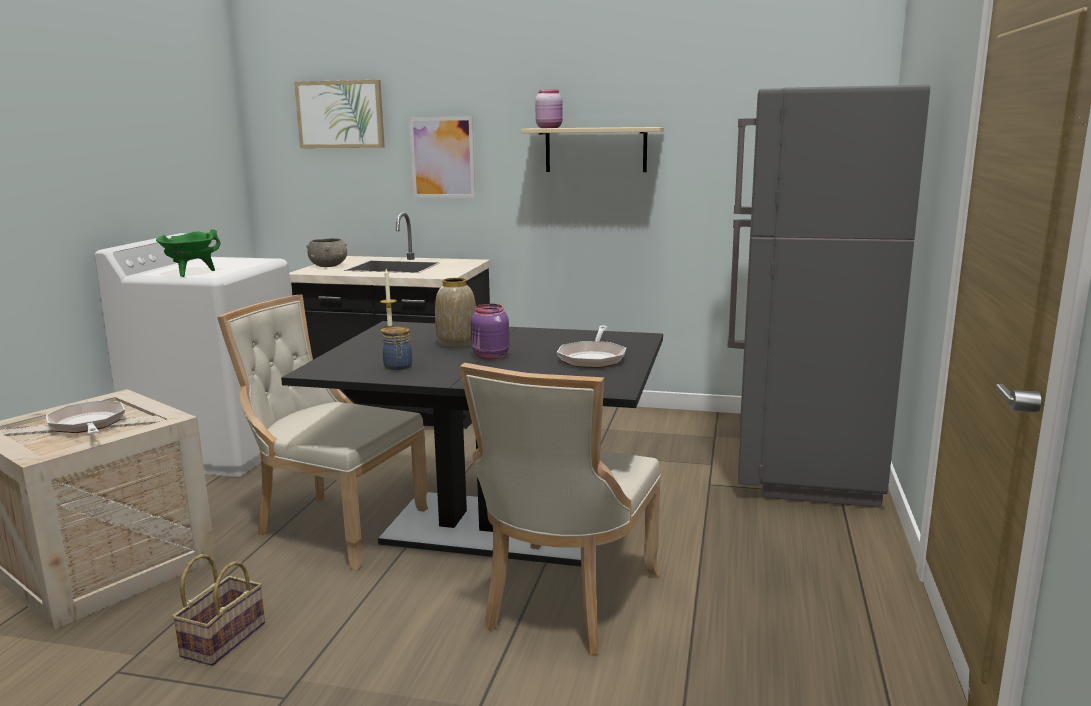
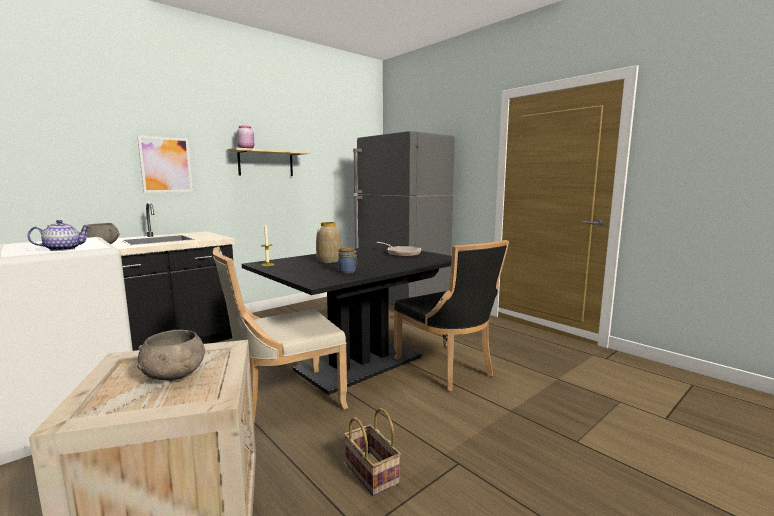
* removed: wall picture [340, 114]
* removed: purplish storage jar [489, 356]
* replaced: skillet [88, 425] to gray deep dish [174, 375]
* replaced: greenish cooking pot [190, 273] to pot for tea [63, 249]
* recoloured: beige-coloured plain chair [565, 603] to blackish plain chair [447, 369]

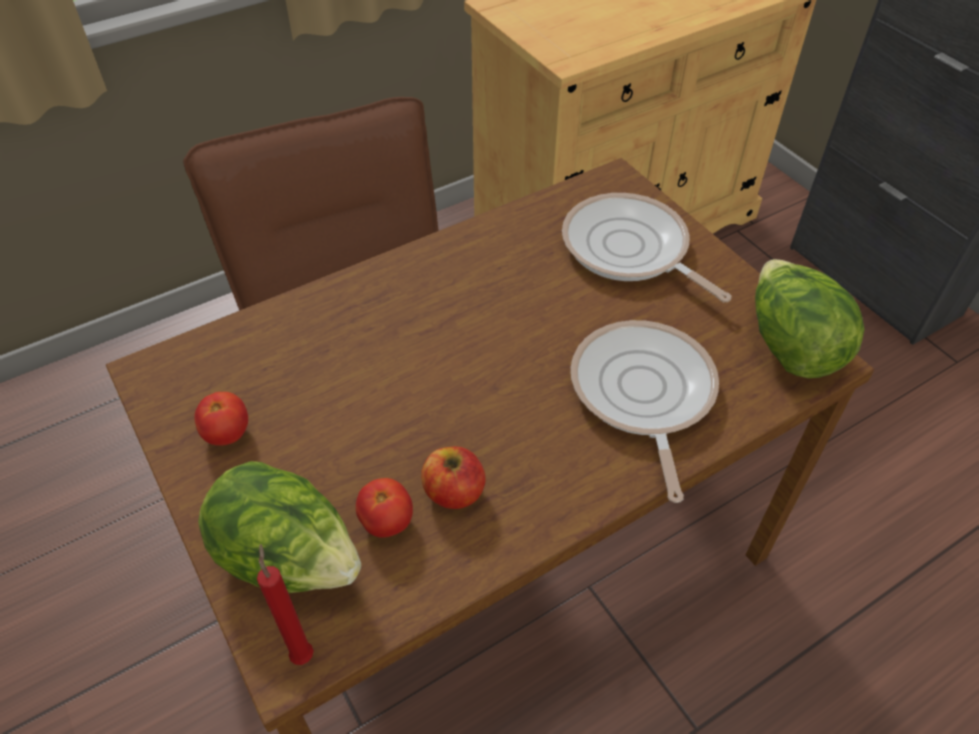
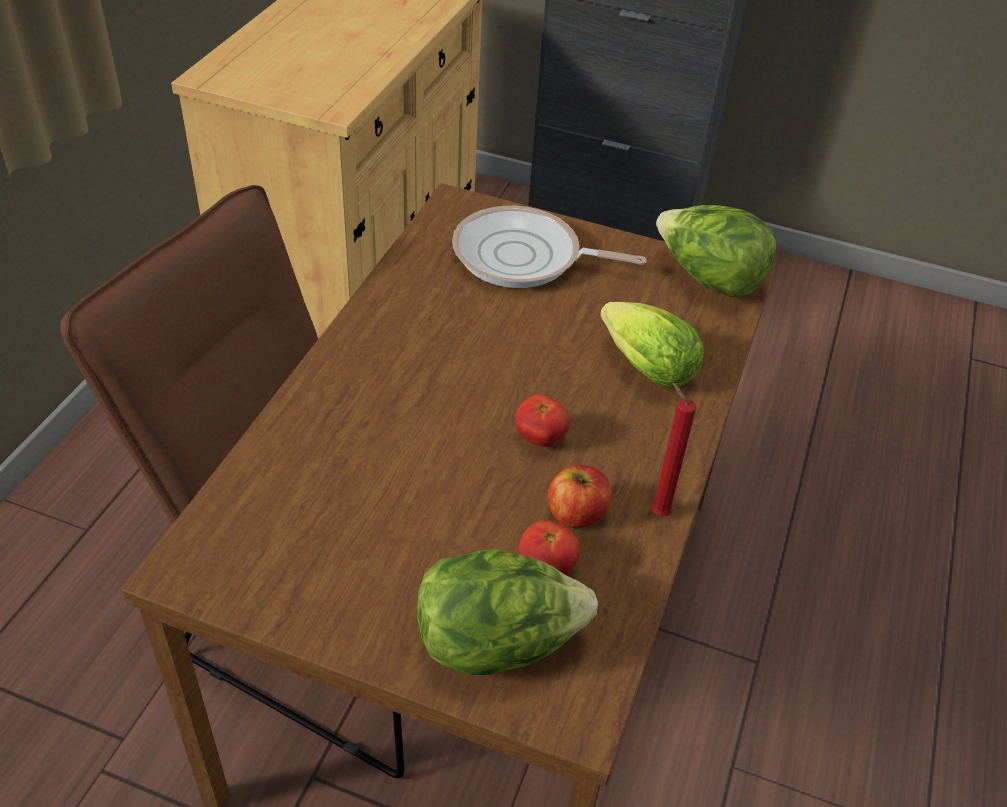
* moved: tomato [227, 433] to [540, 438]
* moved: red-coloured wax candle [302, 653] to [657, 511]
* replaced: skillet [642, 394] to lettuce [642, 365]

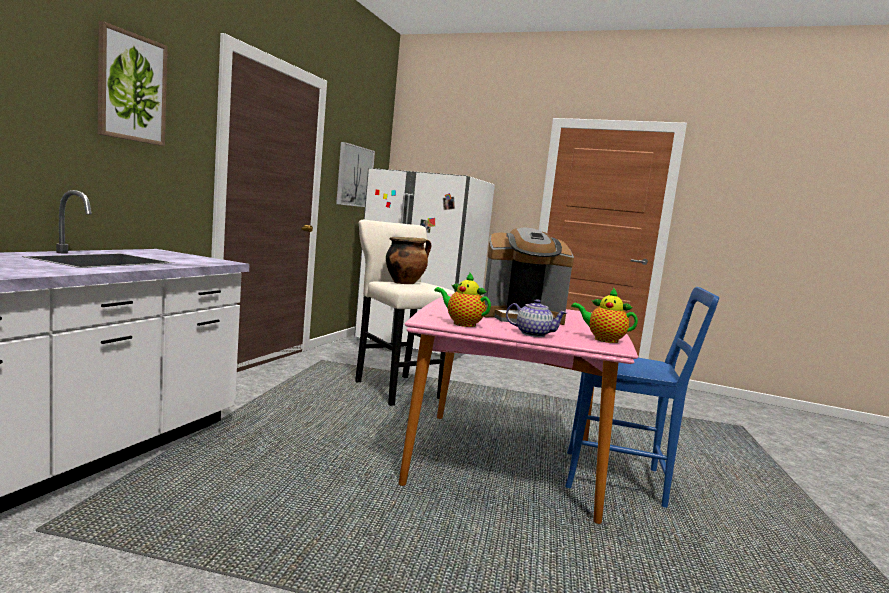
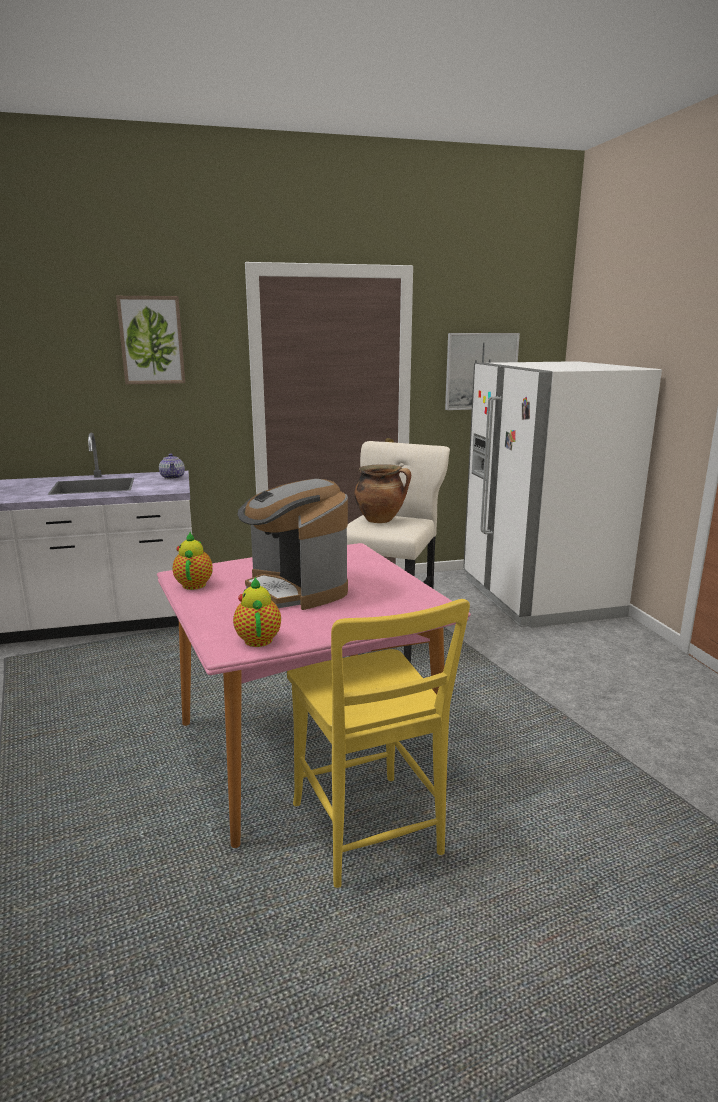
* moved: pot for tea [533, 334] to [173, 477]
* recoloured: bluish plain chair [620, 480] to yellowish plain chair [369, 834]

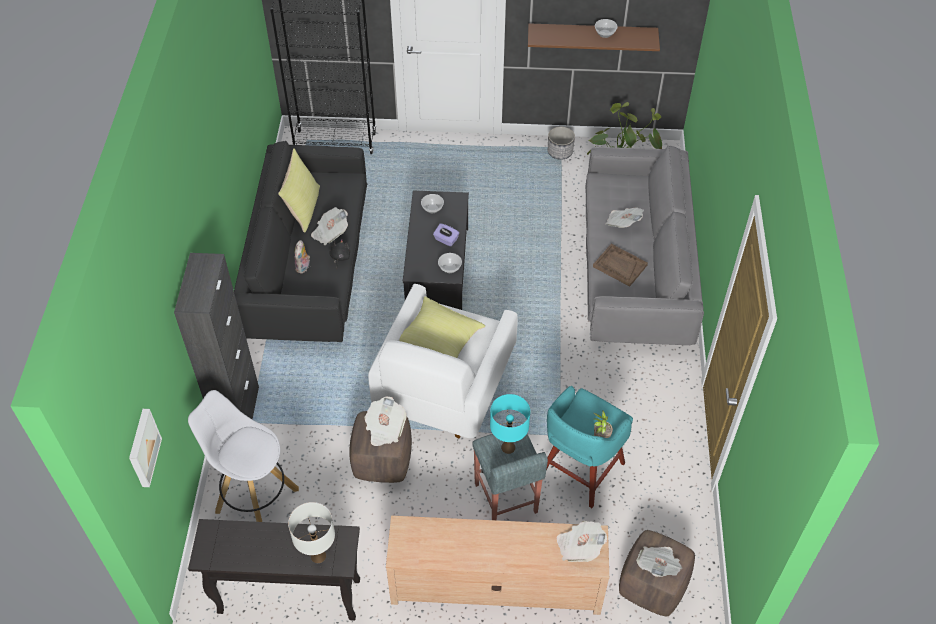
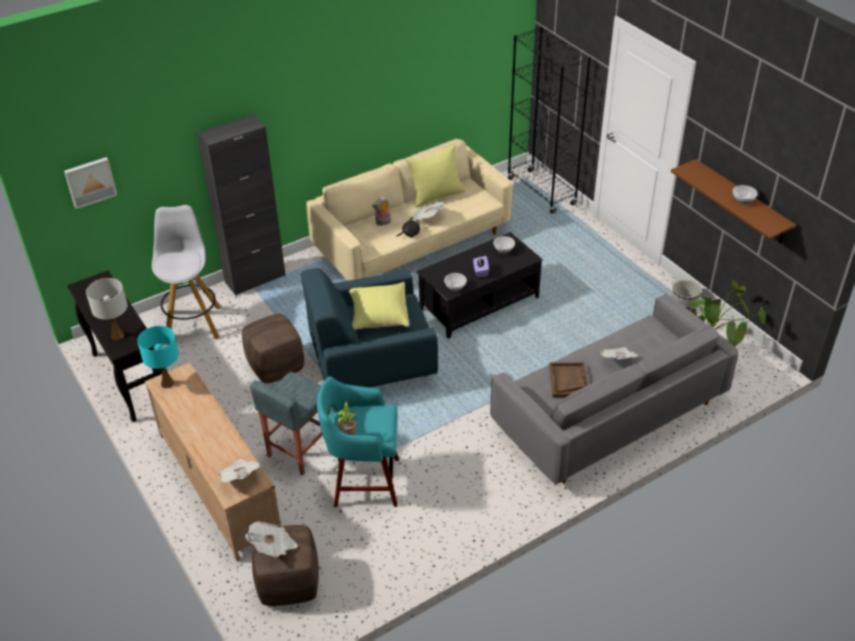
* removed: daily paper [385, 428]
* moved: turquoise-coloured lamp for a table [508, 447] to [167, 383]
* recoloured: blackish settee [309, 267] to beige-coloured settee [412, 242]
* recoloured: whitish armchair [444, 388] to bluish armchair [371, 364]

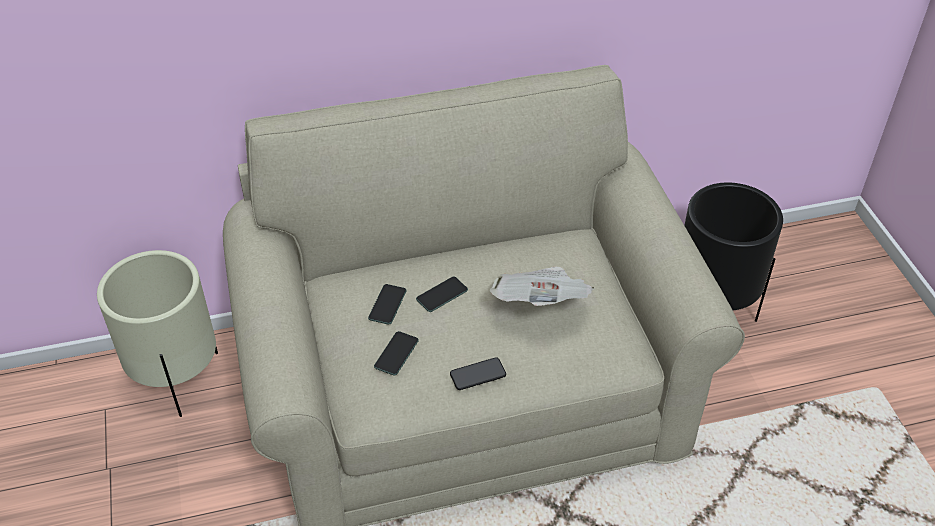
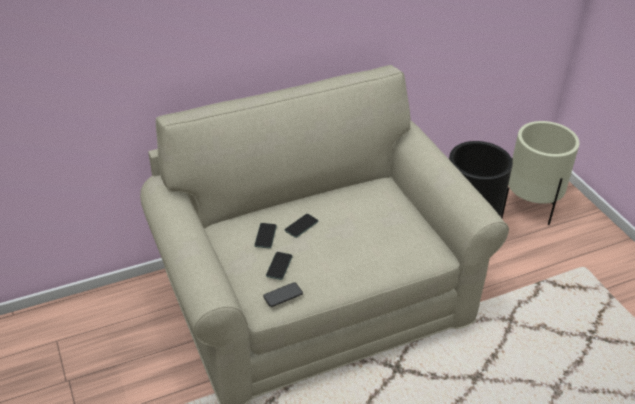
* removed: daily paper [540, 304]
* moved: beige-coloured planter [178, 378] to [531, 206]
* moved: telephone [478, 374] to [283, 295]

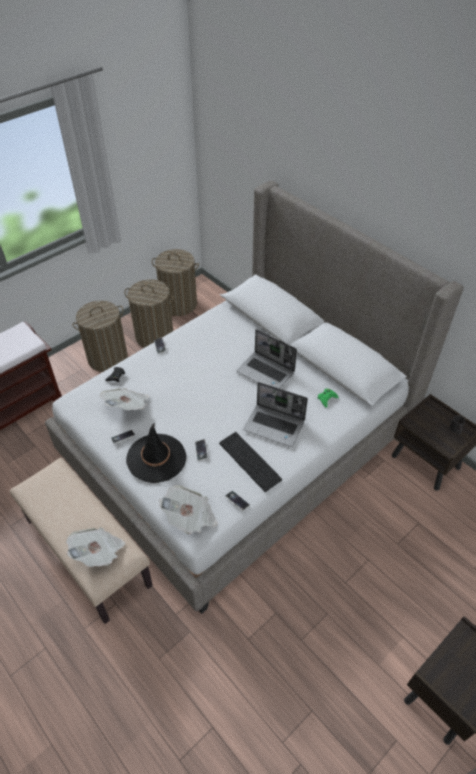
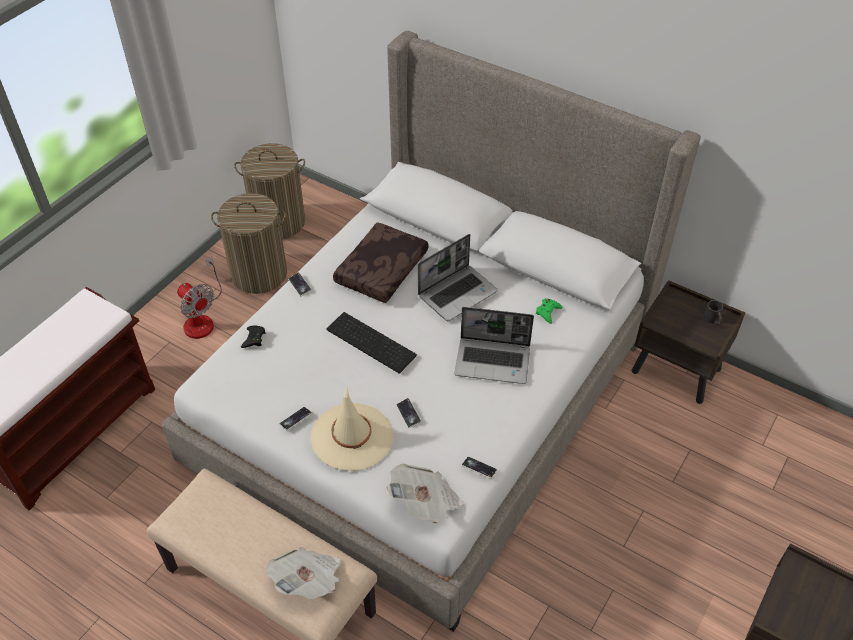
* removed: daily paper [128, 406]
* added: brown throw pillow [382, 271]
* moved: computer keyboard [251, 461] to [373, 342]
* replaced: hamper [108, 358] to electric fan [201, 318]
* recoloured: blackish clothing hat [156, 458] to beige-coloured clothing hat [352, 437]
* turned: notebook computer [266, 372] = [457, 293] 60 degrees counterclockwise

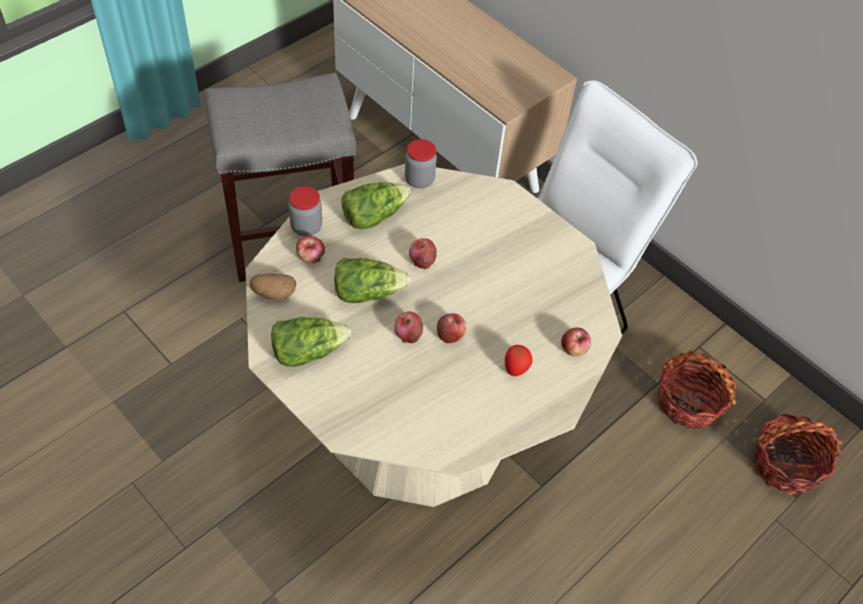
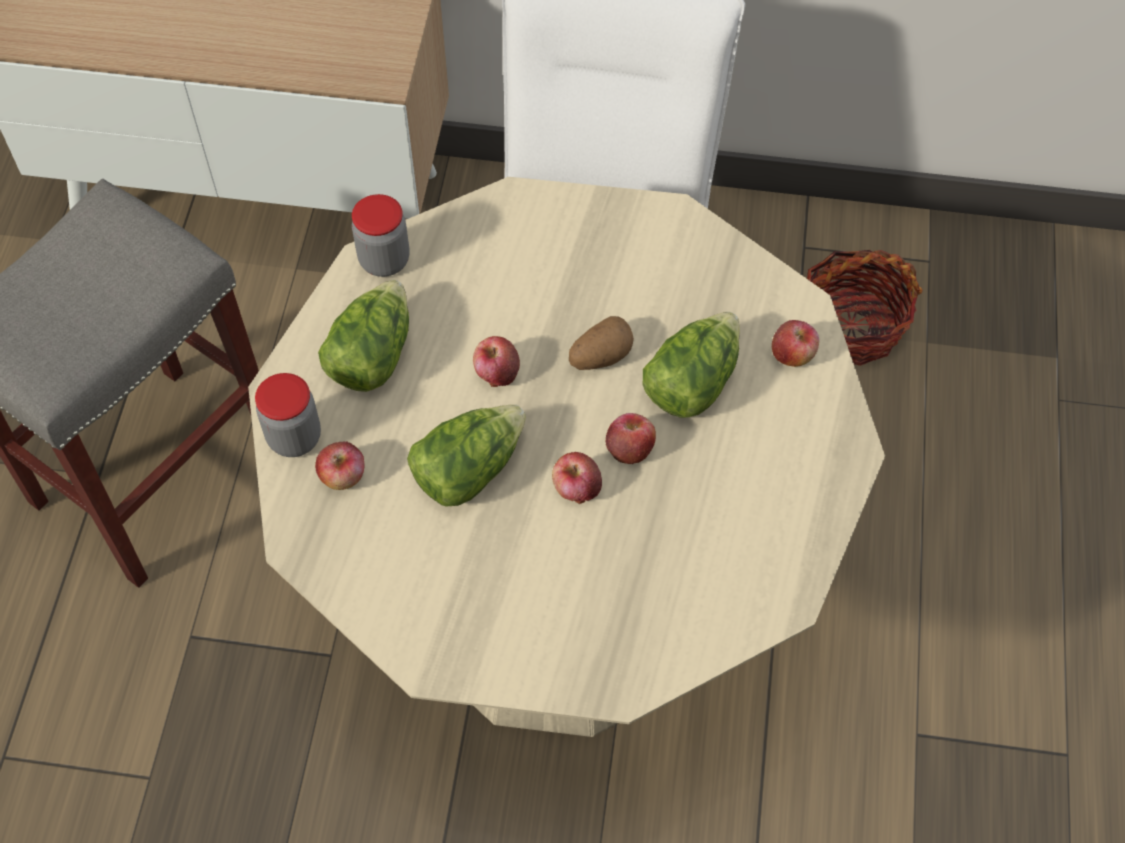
* removed: tomato [516, 369]
* removed: household basket [786, 464]
* moved: spud [273, 293] to [600, 356]
* moved: lettuce [308, 351] to [691, 381]

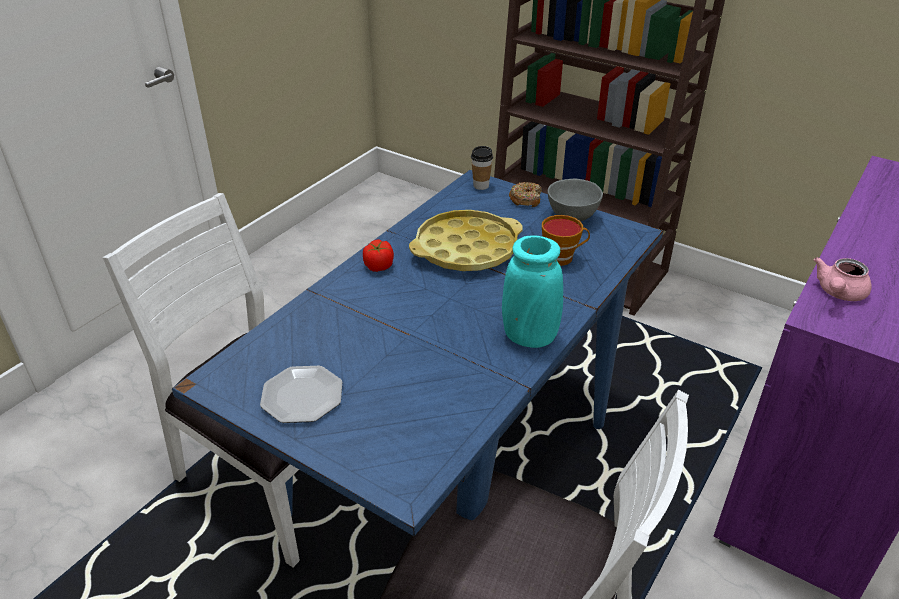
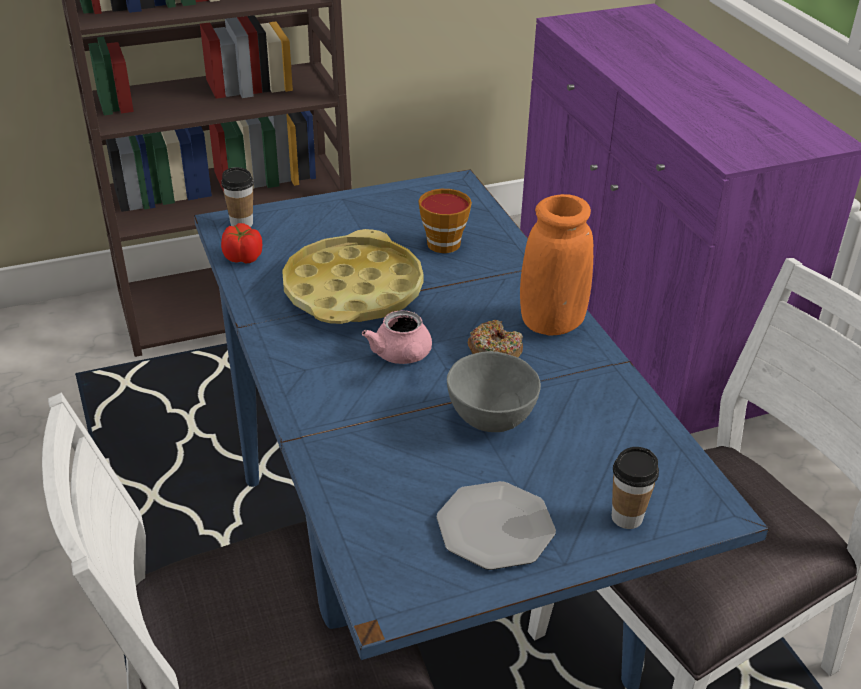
* added: cup [627, 517]
* moved: tomato [378, 266] to [243, 258]
* moved: doughnut [525, 199] to [494, 351]
* moved: gray deep dish [572, 217] to [490, 418]
* moved: pinkish pot for tea [838, 293] to [402, 356]
* recoloured: turquoise-coloured vase [529, 337] to orange vase [552, 323]

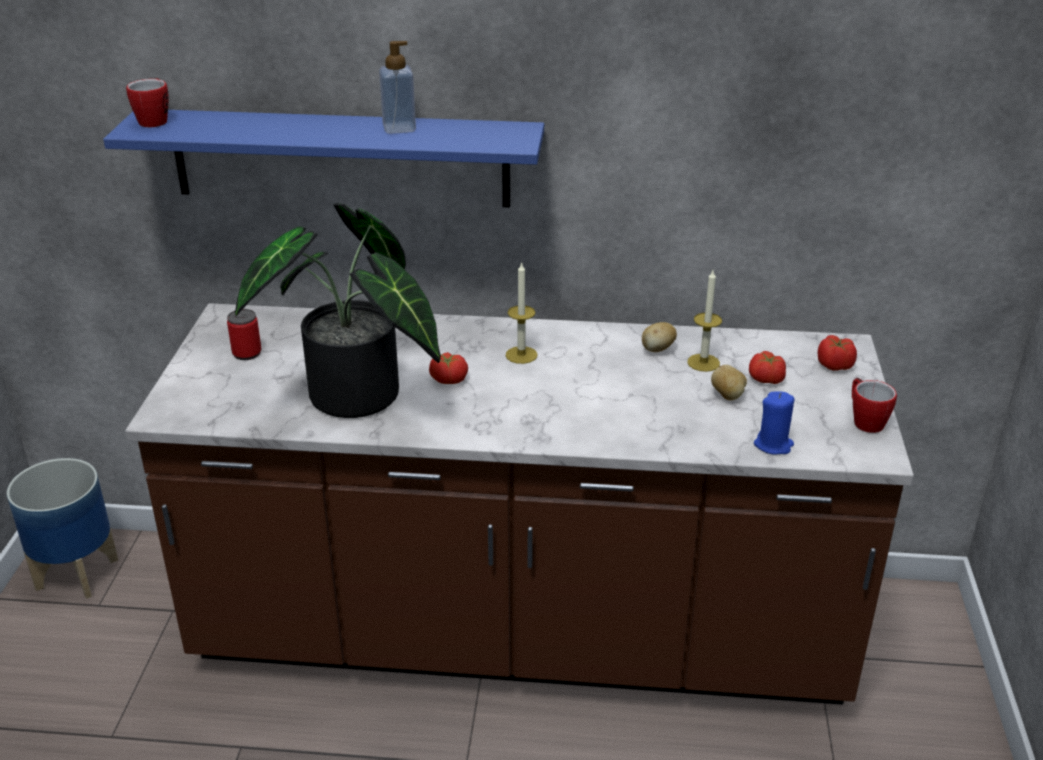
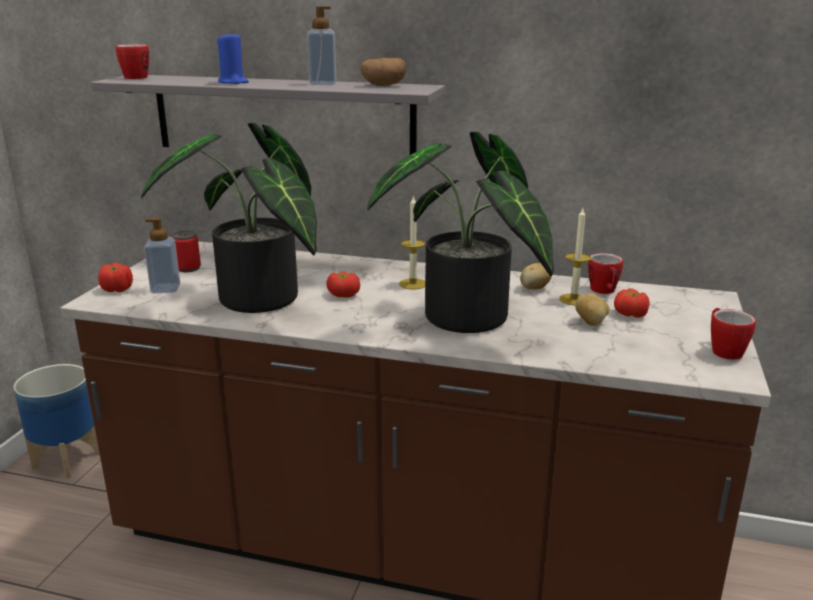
* added: liquid soap bottle [165, 289]
* added: spud [383, 85]
* added: plant in a pot [467, 322]
* added: mug [604, 291]
* moved: bluish wax candle [773, 445] to [233, 82]
* moved: tomato [835, 366] to [117, 289]
* recoloured: bluish shelf [340, 158] to gray shelf [282, 117]

